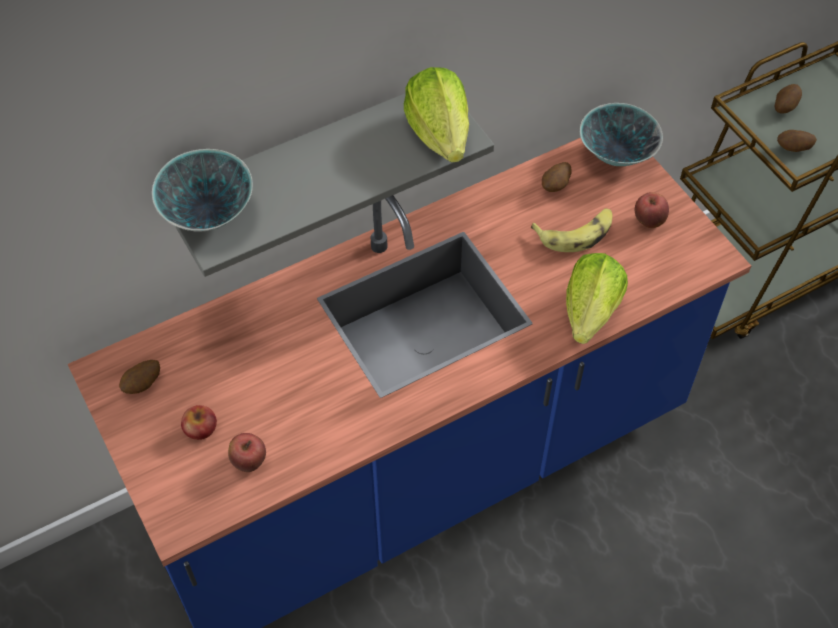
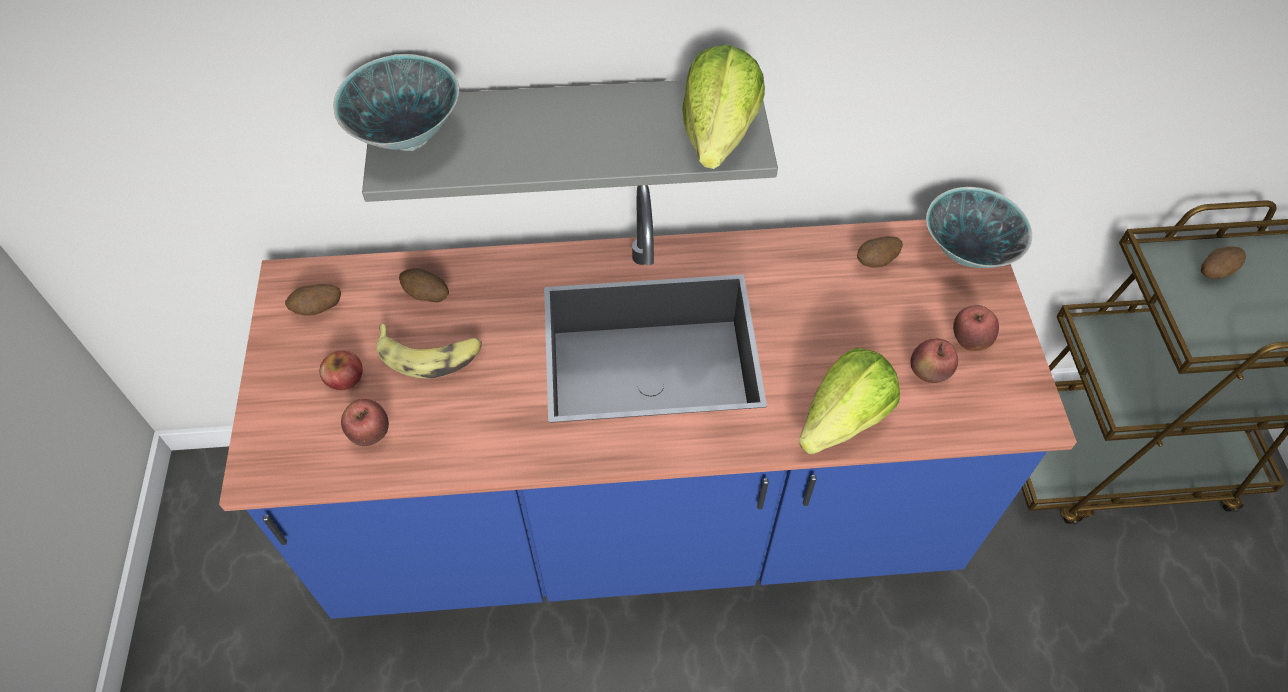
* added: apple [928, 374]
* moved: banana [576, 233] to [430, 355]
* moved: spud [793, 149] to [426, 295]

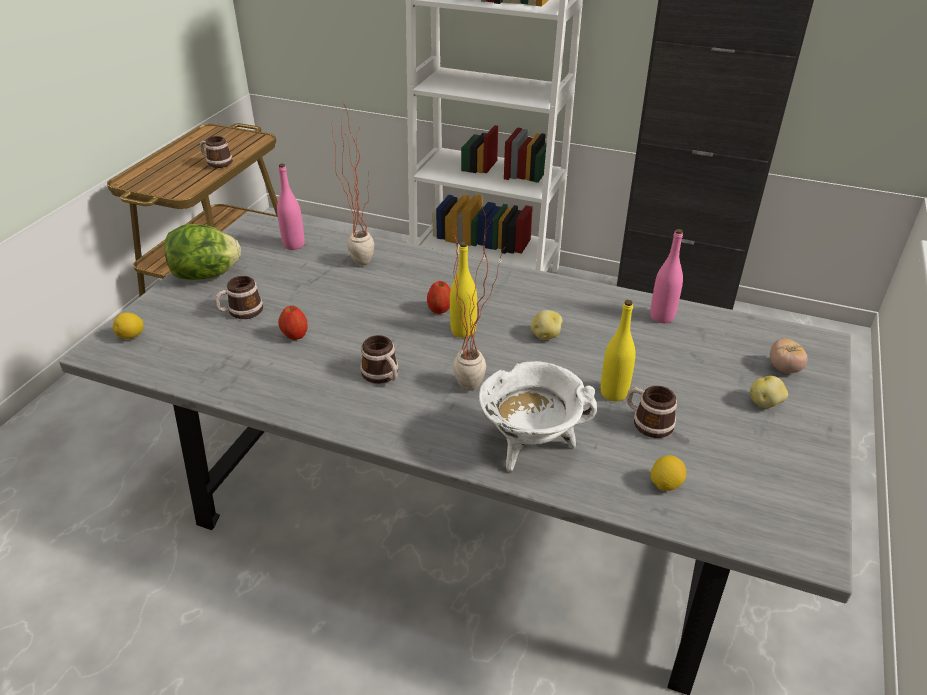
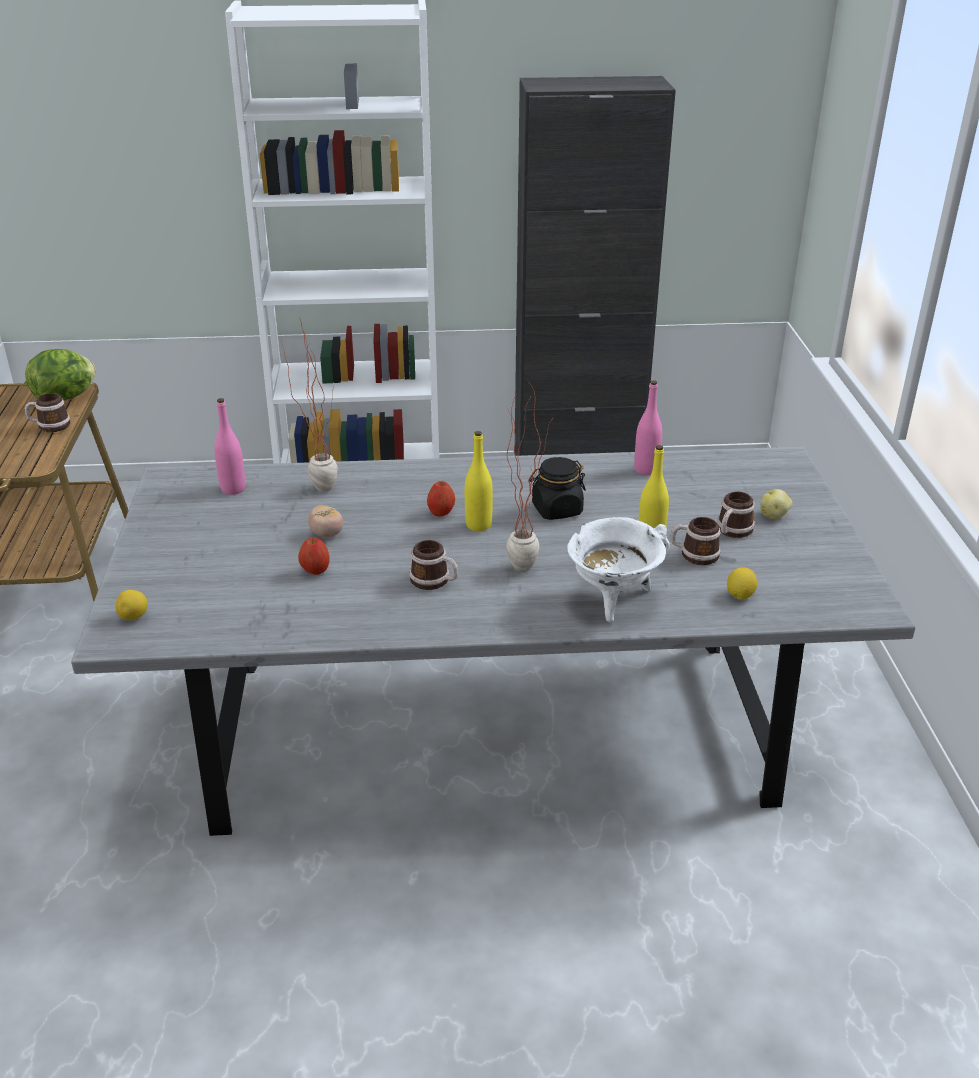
* moved: lettuce [206, 275] to [66, 397]
* moved: mug [241, 312] to [732, 531]
* moved: tomato [784, 368] to [327, 534]
* replaced: spud [545, 335] to blackish storage jar [556, 510]

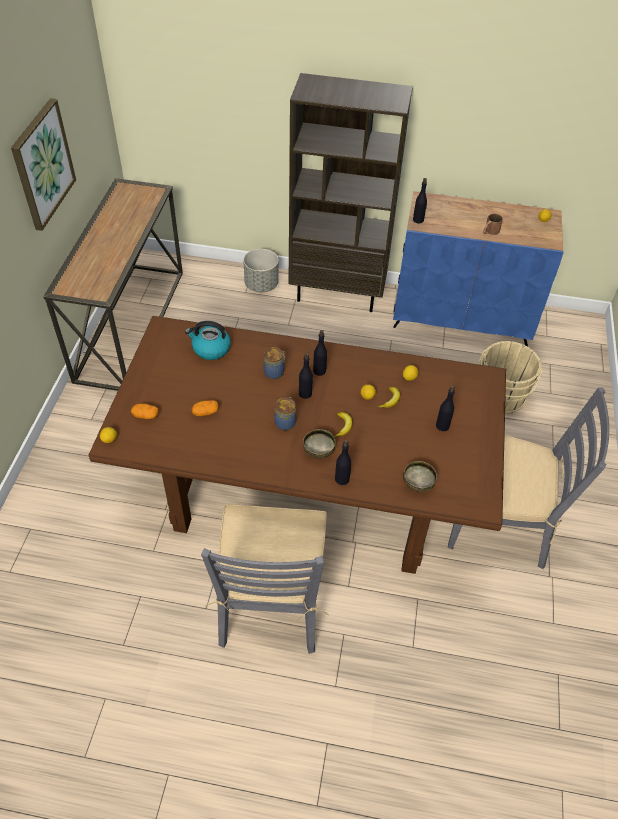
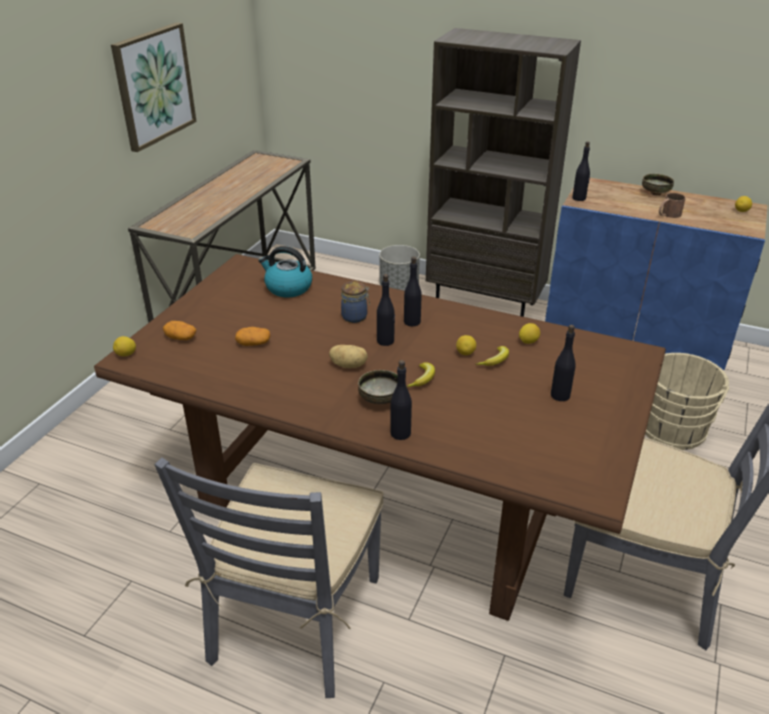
* moved: deep dish [417, 483] to [655, 193]
* replaced: storage jar [285, 422] to spud [349, 365]

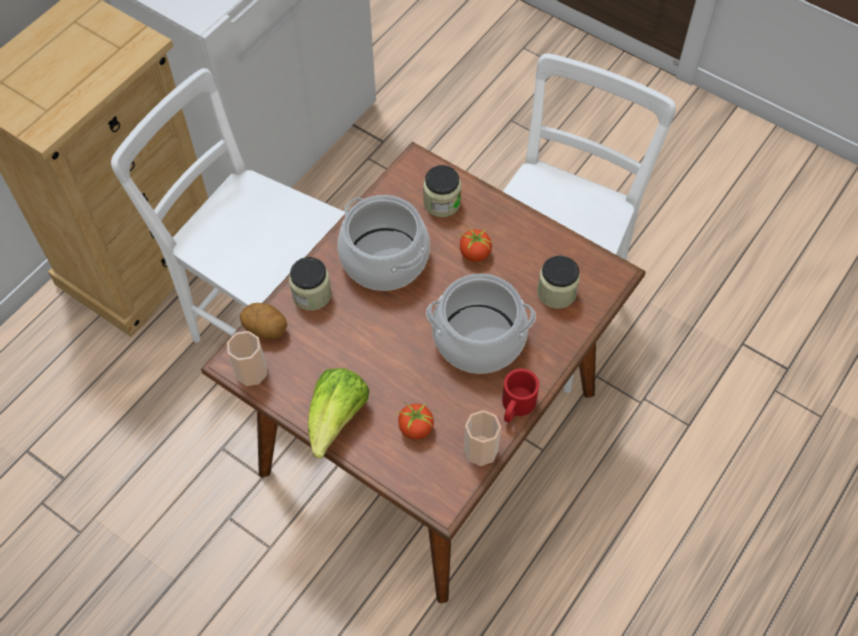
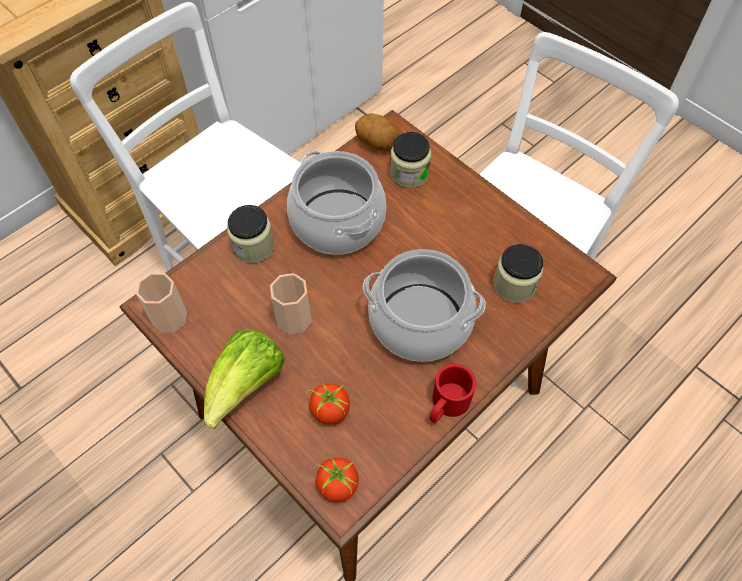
* moved: spud [266, 329] to [377, 143]
* moved: tomato [474, 253] to [337, 485]
* moved: cup [480, 450] to [294, 319]

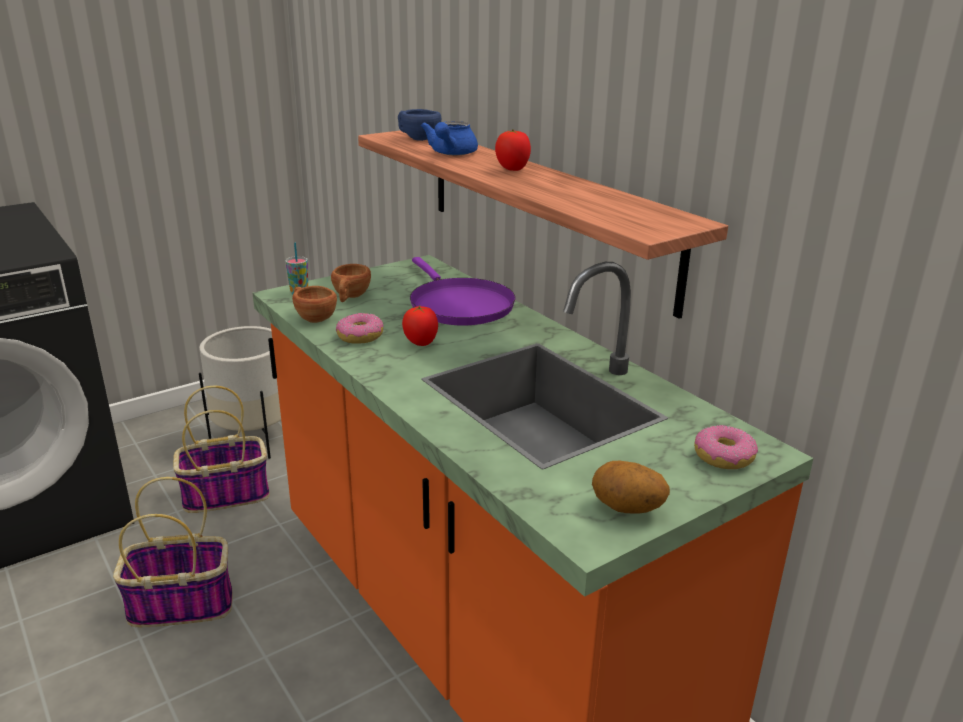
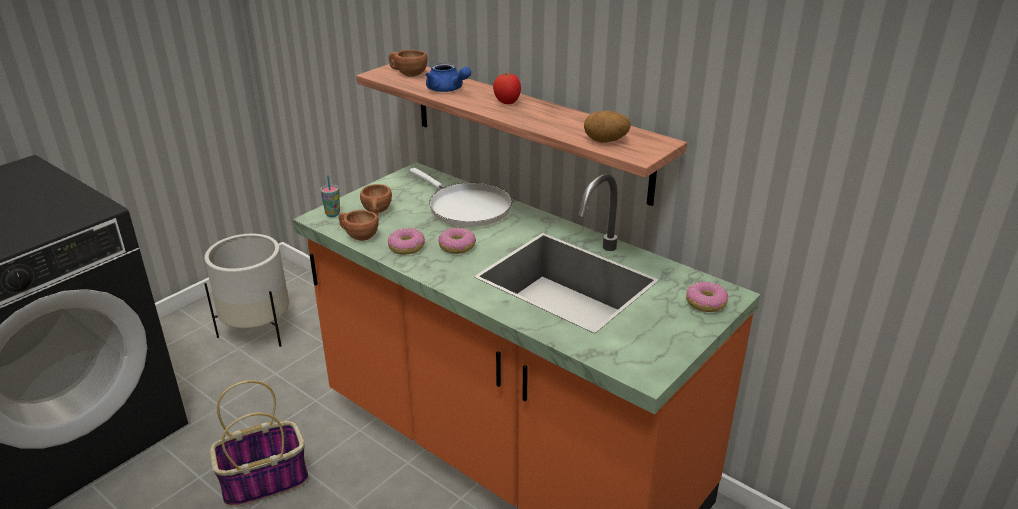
* removed: household basket [227, 494]
* moved: spud [627, 509] to [605, 141]
* replaced: tomato [421, 344] to doughnut [457, 247]
* recoloured: bluish cup [417, 138] to brown cup [408, 74]
* recoloured: purplish skillet [458, 305] to whitish skillet [466, 208]
* turned: bluish pot for tea [450, 154] = [447, 90] 45 degrees counterclockwise

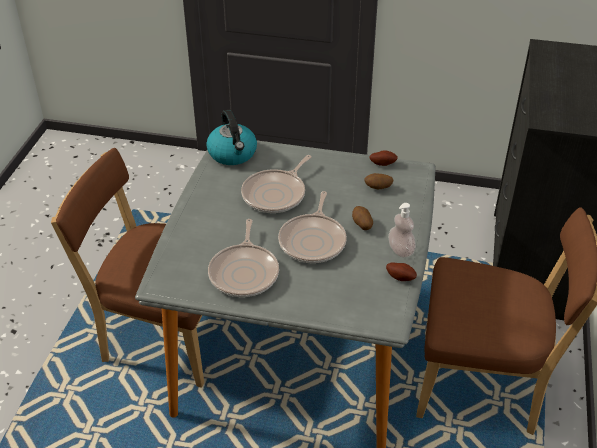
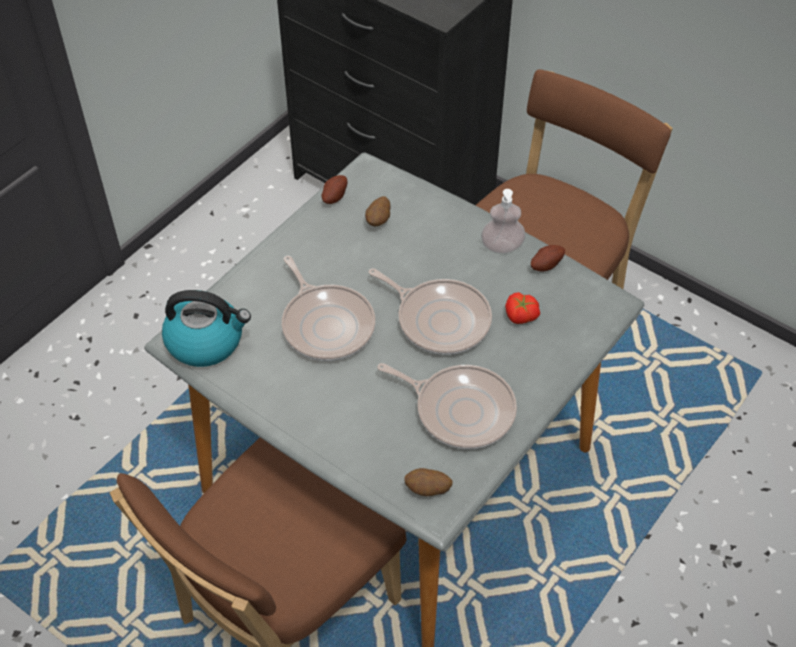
* added: tomato [520, 316]
* moved: spud [362, 225] to [427, 490]

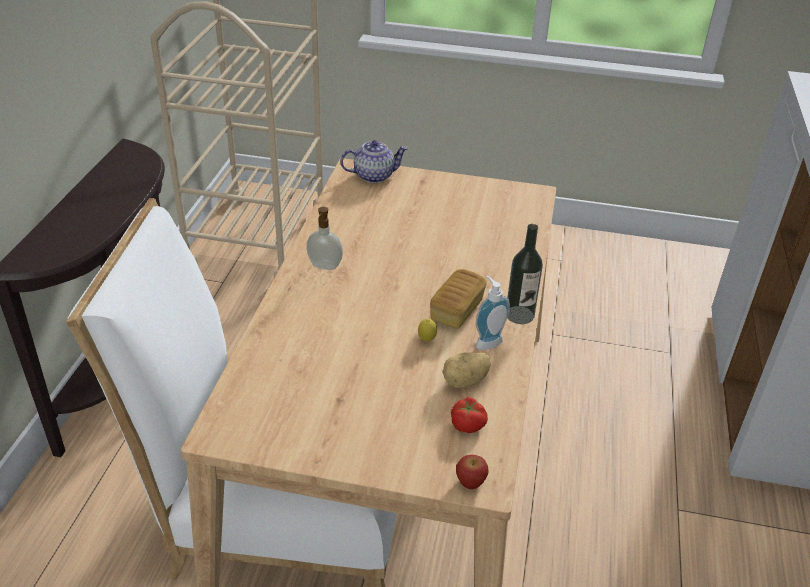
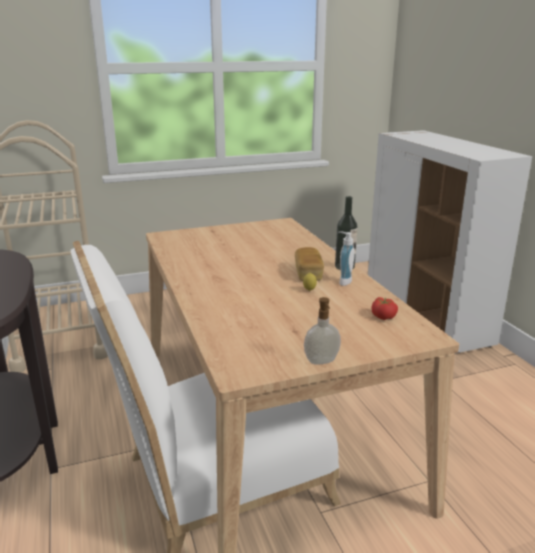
* removed: pot for tea [374, 175]
* removed: spud [465, 381]
* removed: apple [470, 482]
* moved: liquid soap bottle [324, 266] to [321, 361]

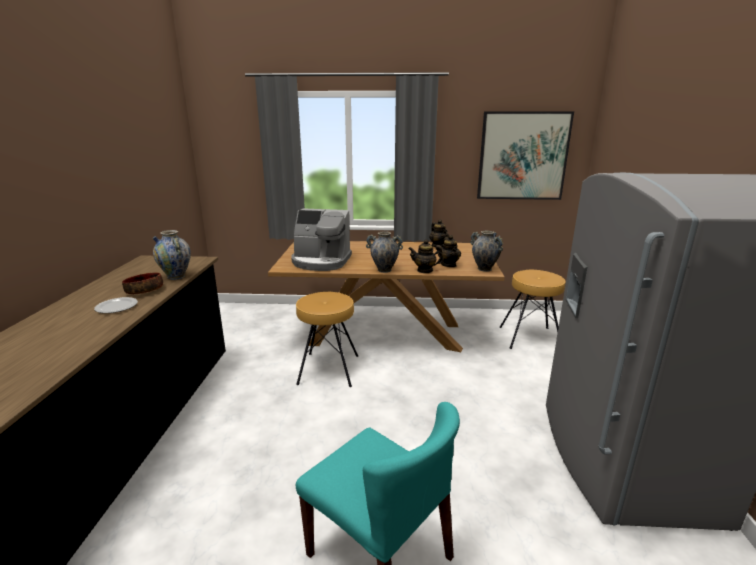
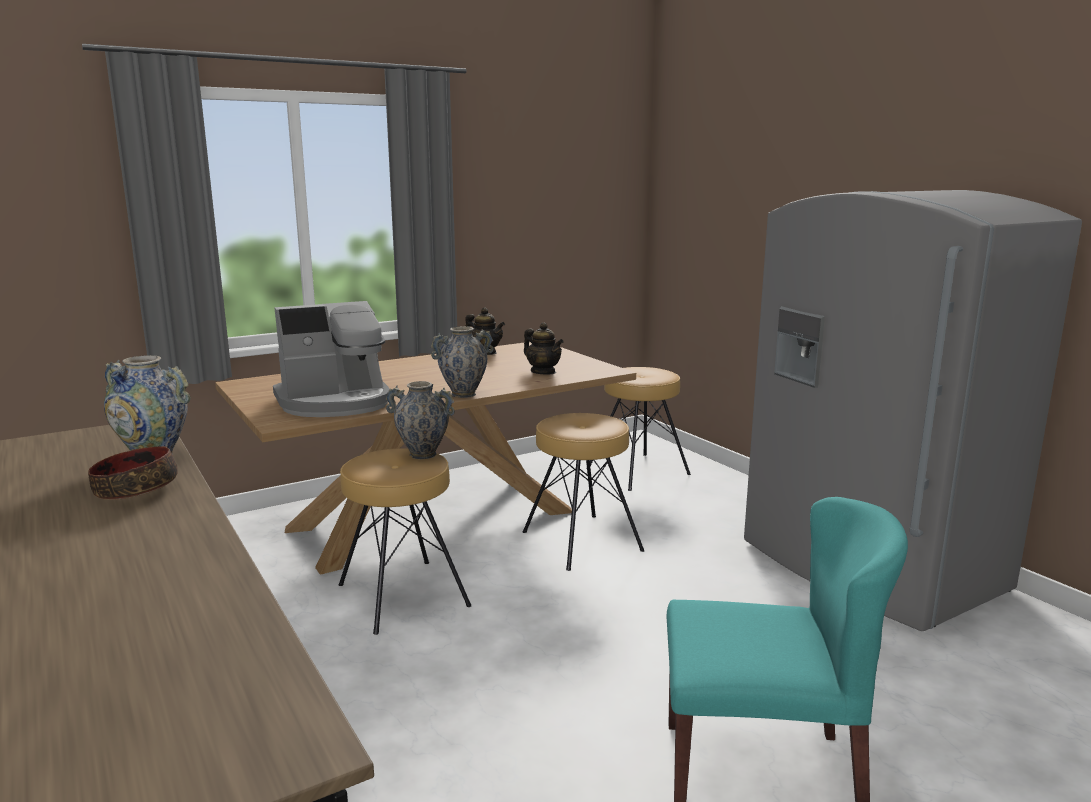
* removed: flat dish [117, 307]
* removed: pot for tea [425, 270]
* removed: wall picture [522, 156]
* added: brown stool [581, 541]
* moved: vase [484, 269] to [423, 454]

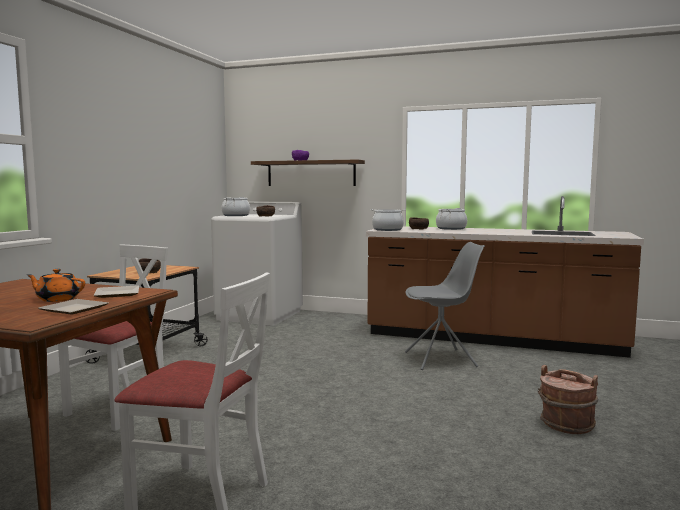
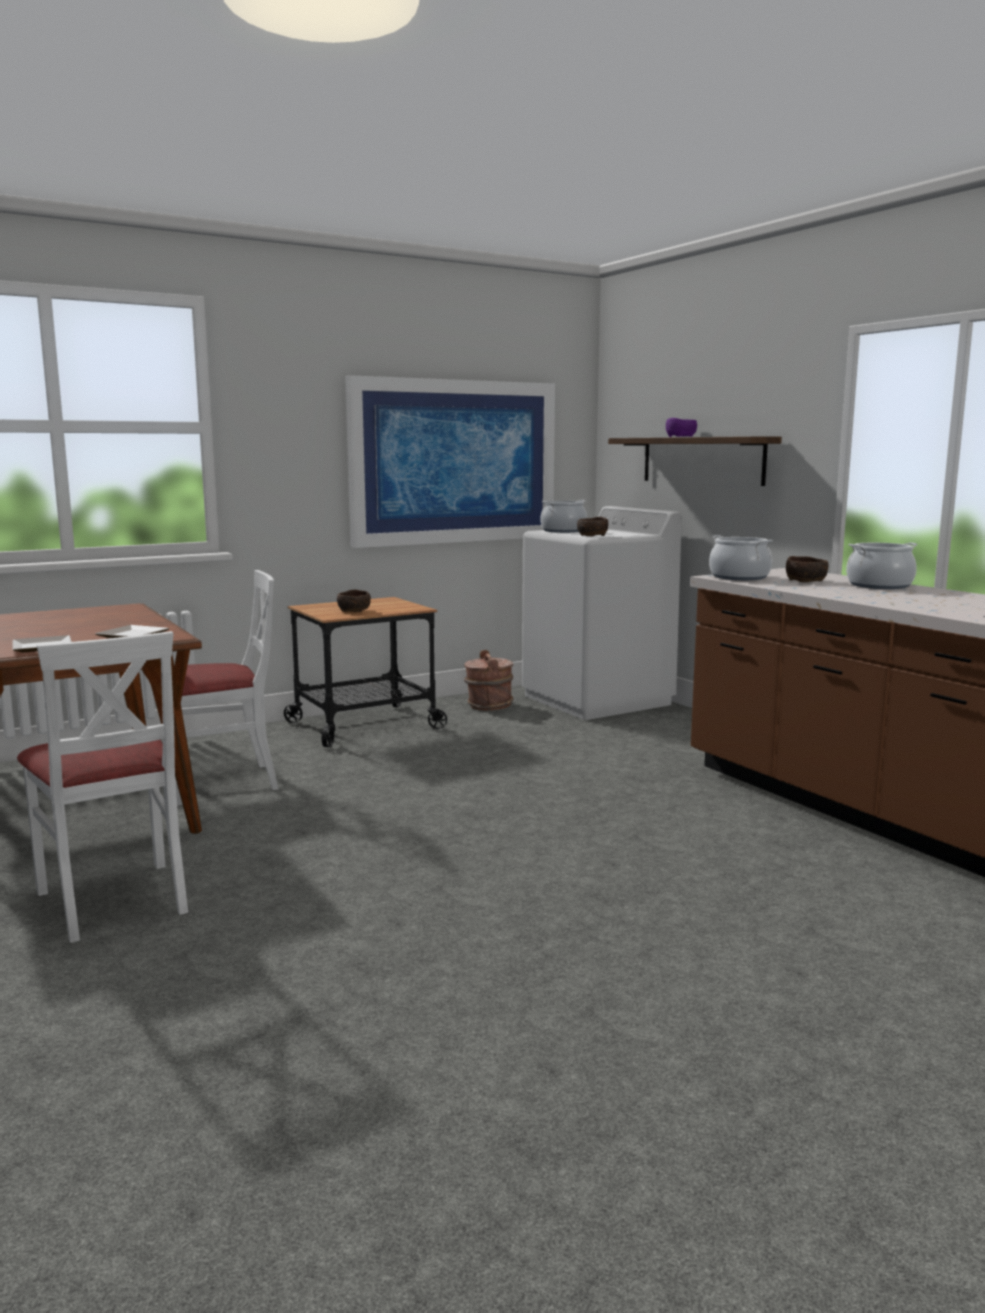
* removed: orange pot for tea [57, 299]
* removed: gray plain chair [441, 359]
* added: wall picture [454, 462]
* moved: brown pail [566, 424] to [488, 705]

